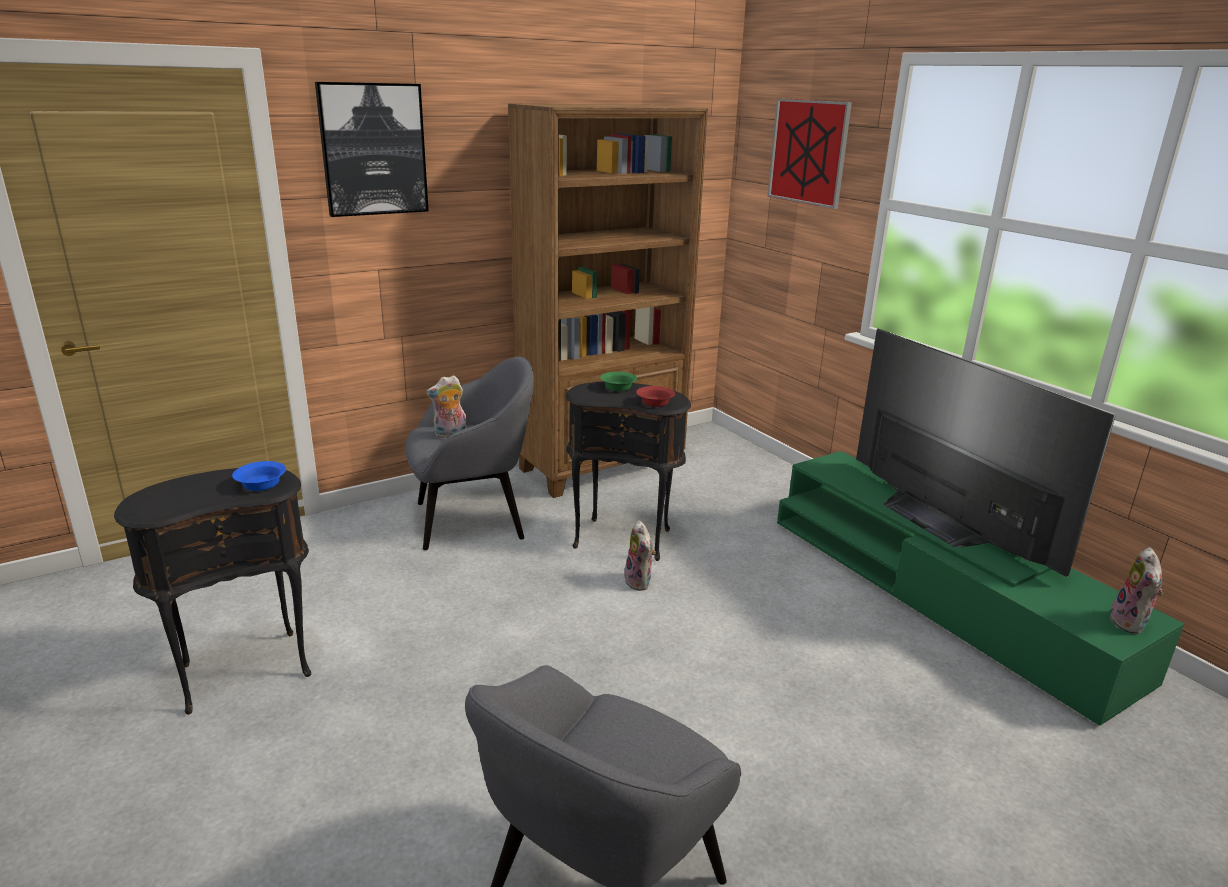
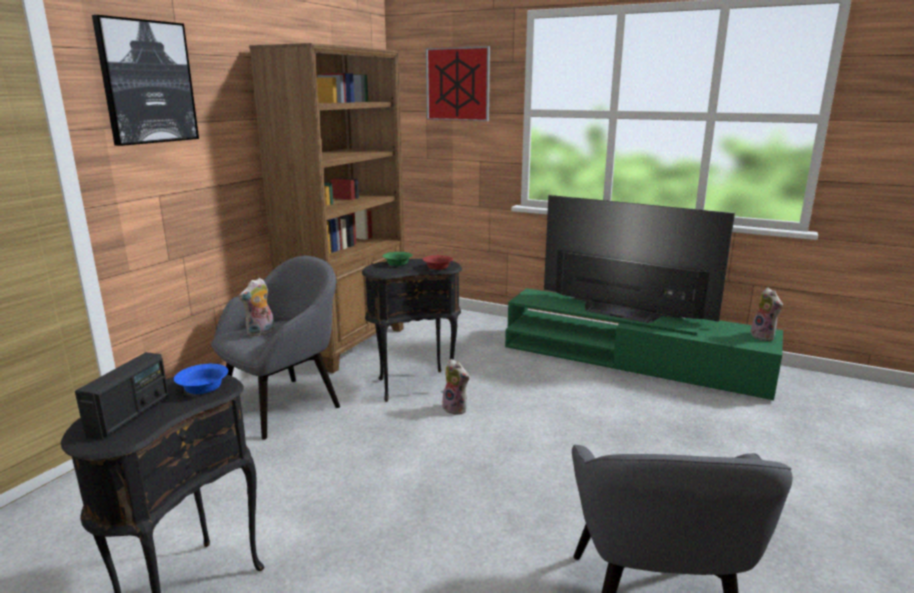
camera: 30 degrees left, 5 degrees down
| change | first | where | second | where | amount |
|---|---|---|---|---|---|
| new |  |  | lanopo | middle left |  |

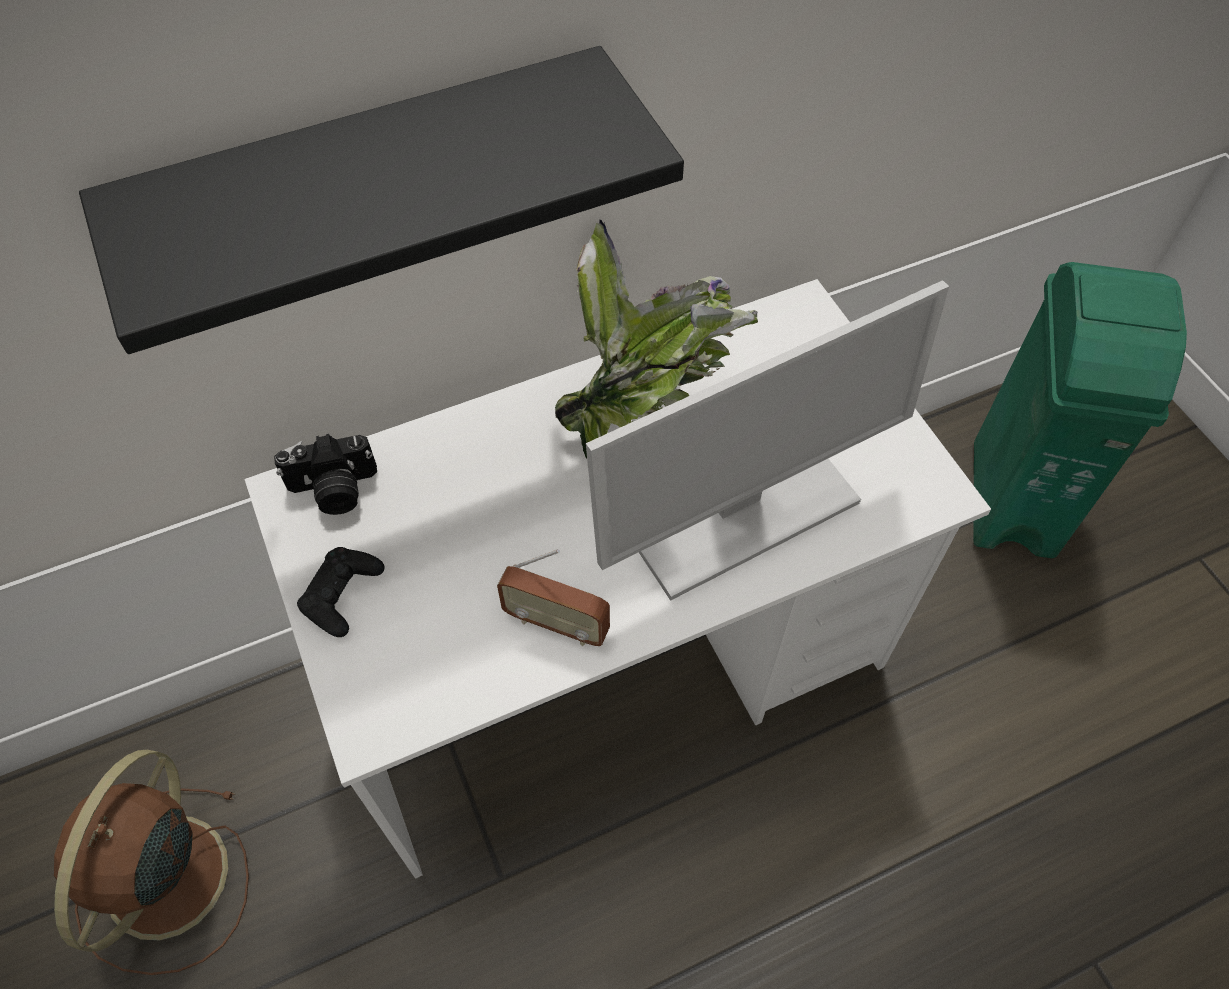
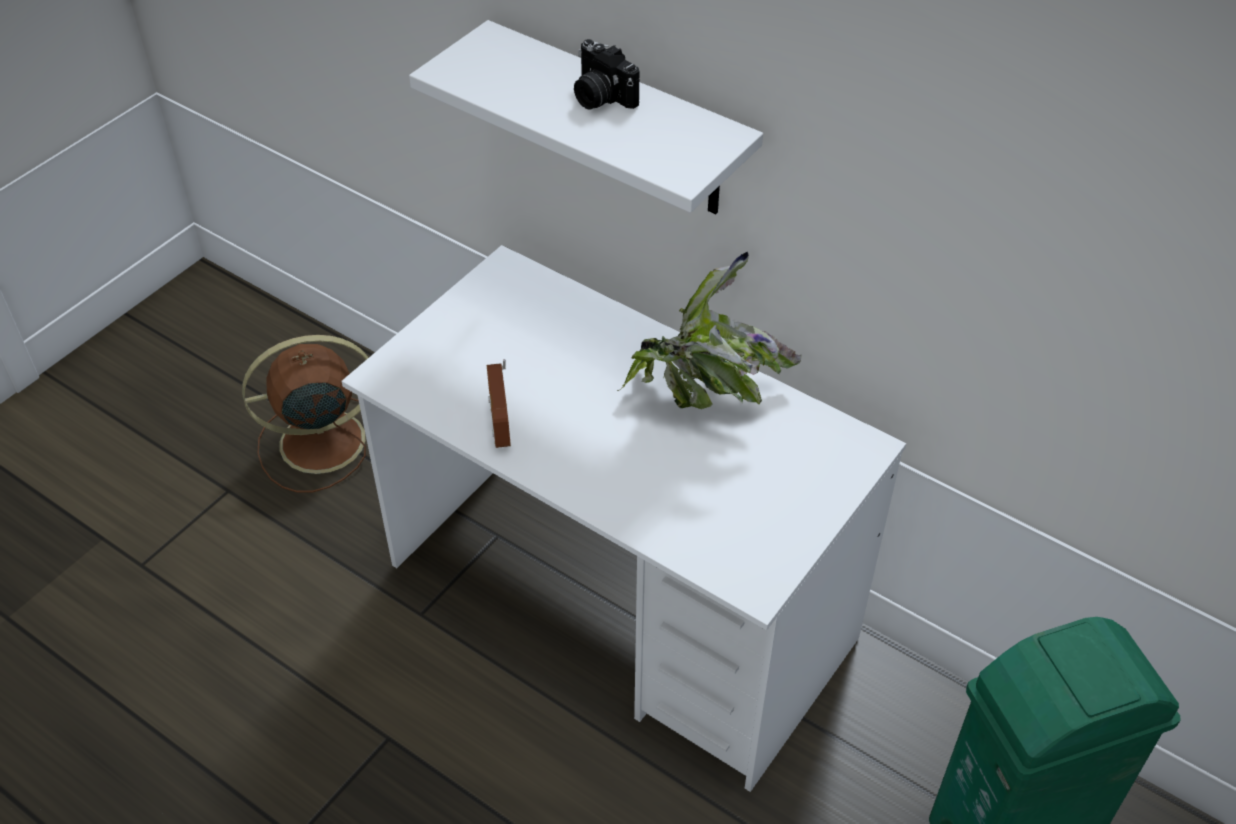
camera: 60 degrees right, 10 degrees down
| change | first | where | second | where | amount |
|---|---|---|---|---|---|
| repainted | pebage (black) | top left | pebage (white) | top centre |  |
| gone | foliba | centre |  |  |  |
| shifted | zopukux | middle left |  | top centre |  |
| gone | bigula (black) | middle left |  |  |  |

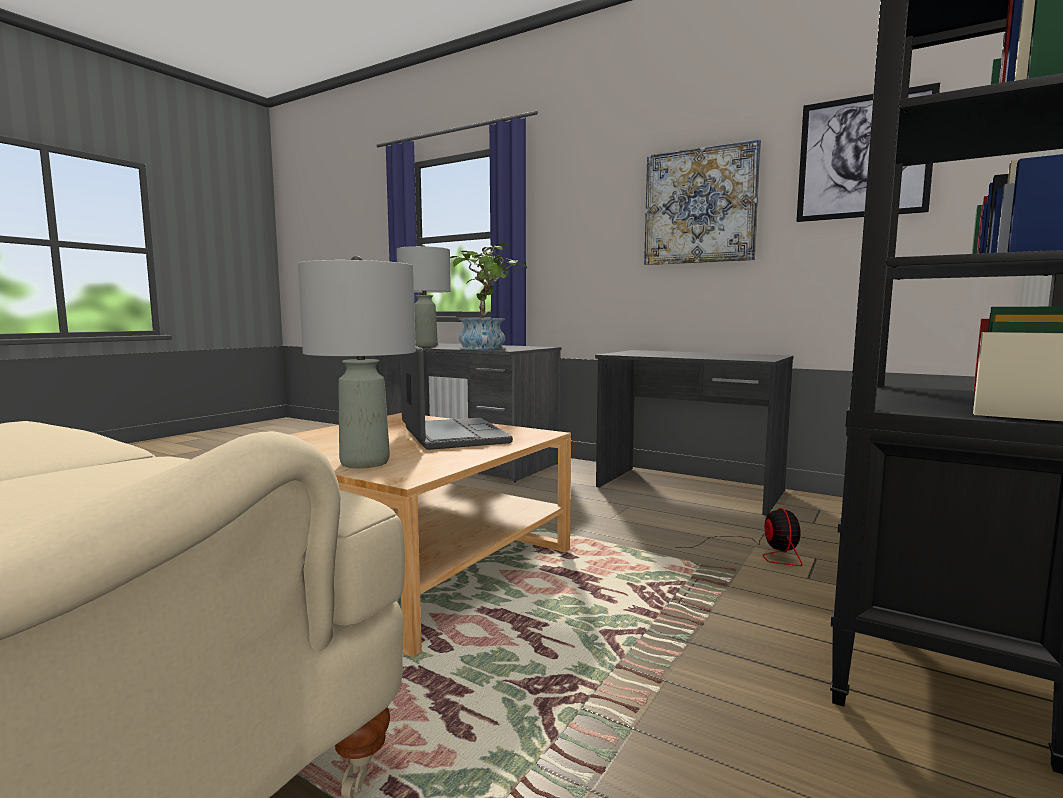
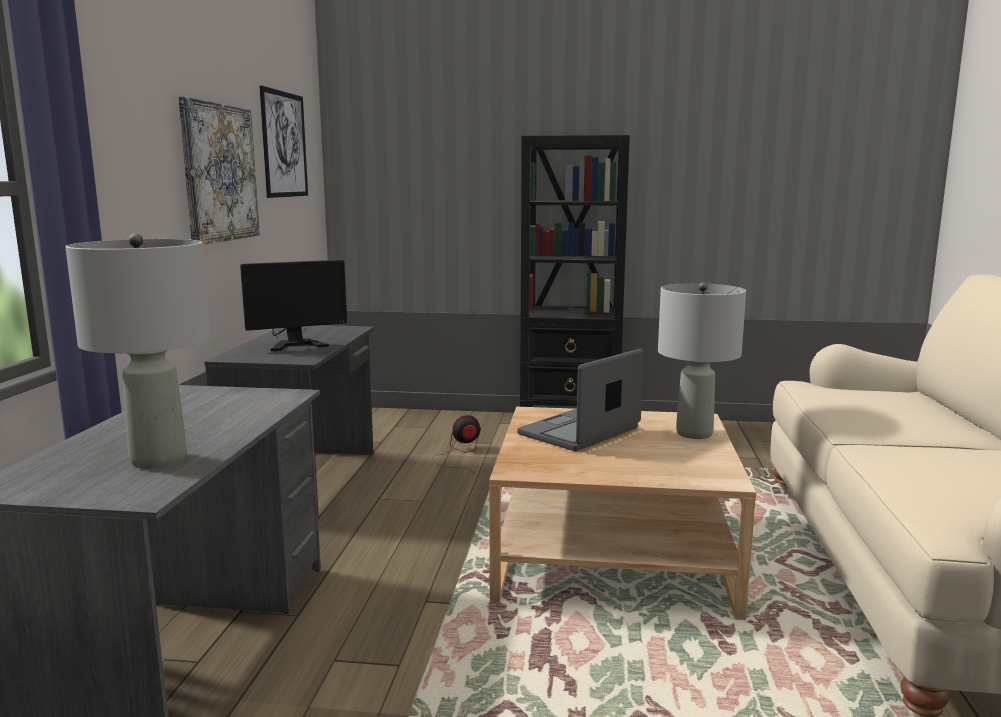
camera: 115 degrees left, 5 degrees up
| change | first | where | second | where | amount |
|---|---|---|---|---|---|
| gone | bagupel | centre |  |  |  |
| new |  |  | foliba | middle left |  |

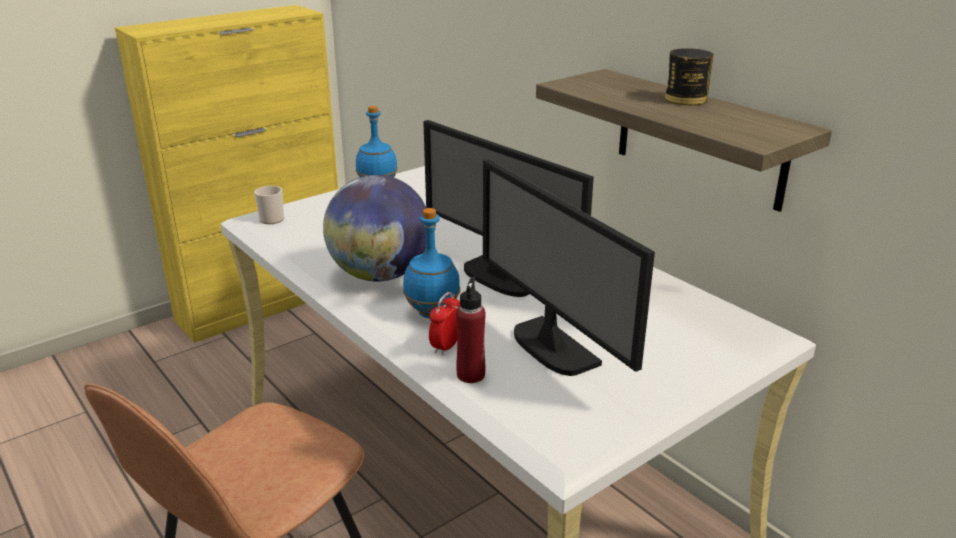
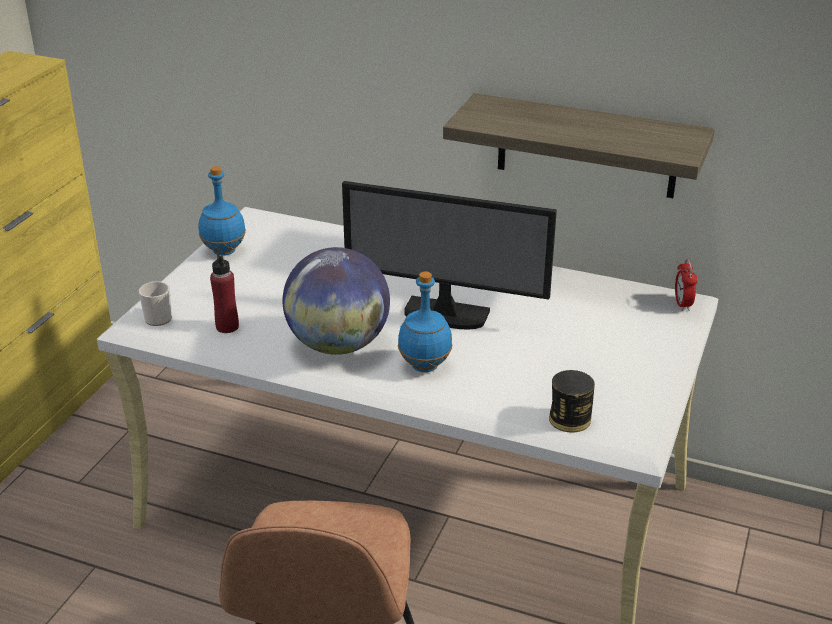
camera: 30 degrees left, 5 degrees up
| change | first | where | second | where | amount |
|---|---|---|---|---|---|
| shifted | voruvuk | top right |  | middle right |  |
| gone | foliba (no. 2 from left) | centre |  |  |  |
| shifted | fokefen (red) | centre |  | middle left |  |
| shifted | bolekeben | centre |  | middle right |  |

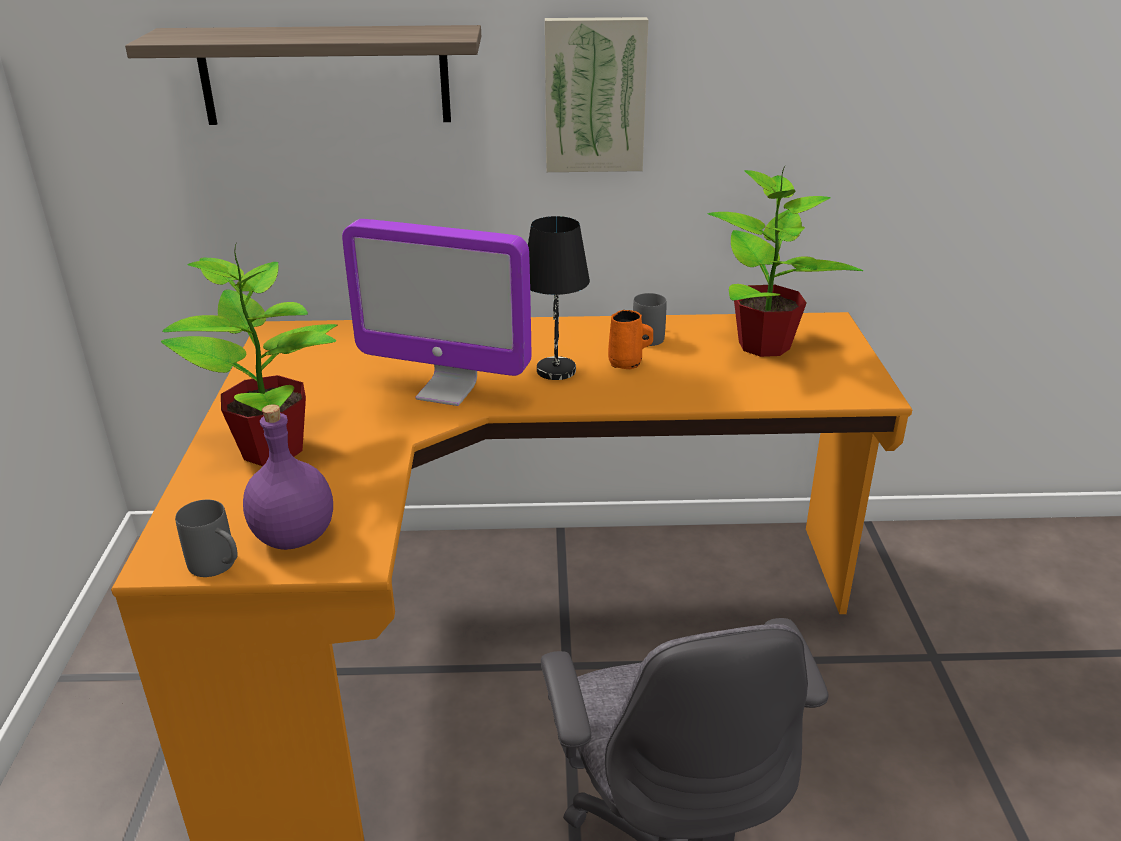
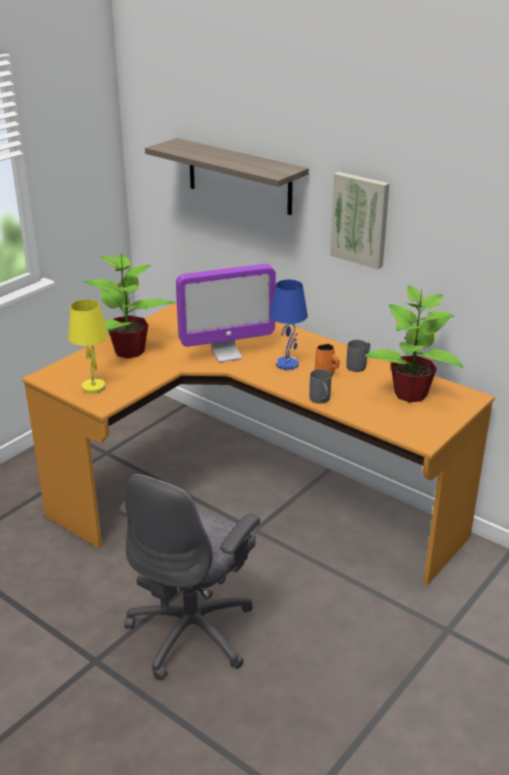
camera: 40 degrees right, 0 degrees up
| change | first | where | second | where | amount |
|---|---|---|---|---|---|
| repainted | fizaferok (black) | centre | fizaferok (blue) | centre |  |
| rotated | foliba | centre |  | centre | 75 degrees counterclockwise |
| swapped | fokefen (purple) | middle left | fizaferok (yellow) | middle left |  |
| shifted | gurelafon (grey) (no. 1 from left) | middle left |  | centre |  |

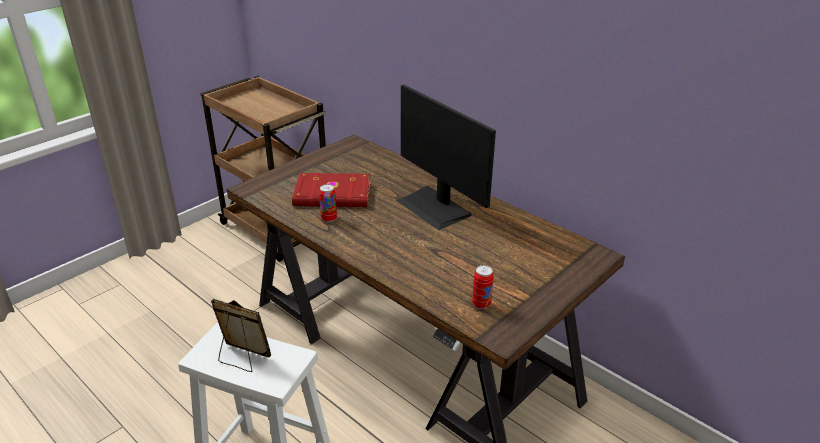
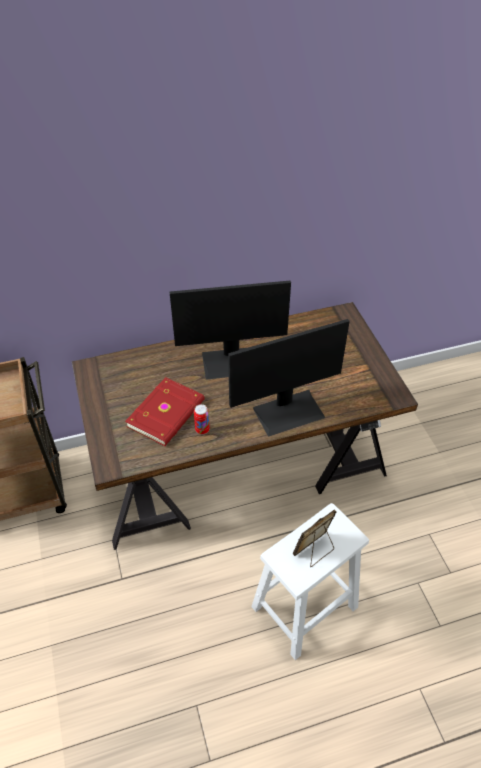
camera: 60 degrees left, 15 degrees up
| change | first | where | second | where | amount |
|---|---|---|---|---|---|
| gone | voruvuk (no. 2 from left) | centre |  |  |  |
| new |  |  | foliba (no. 2 from left) | centre |  |

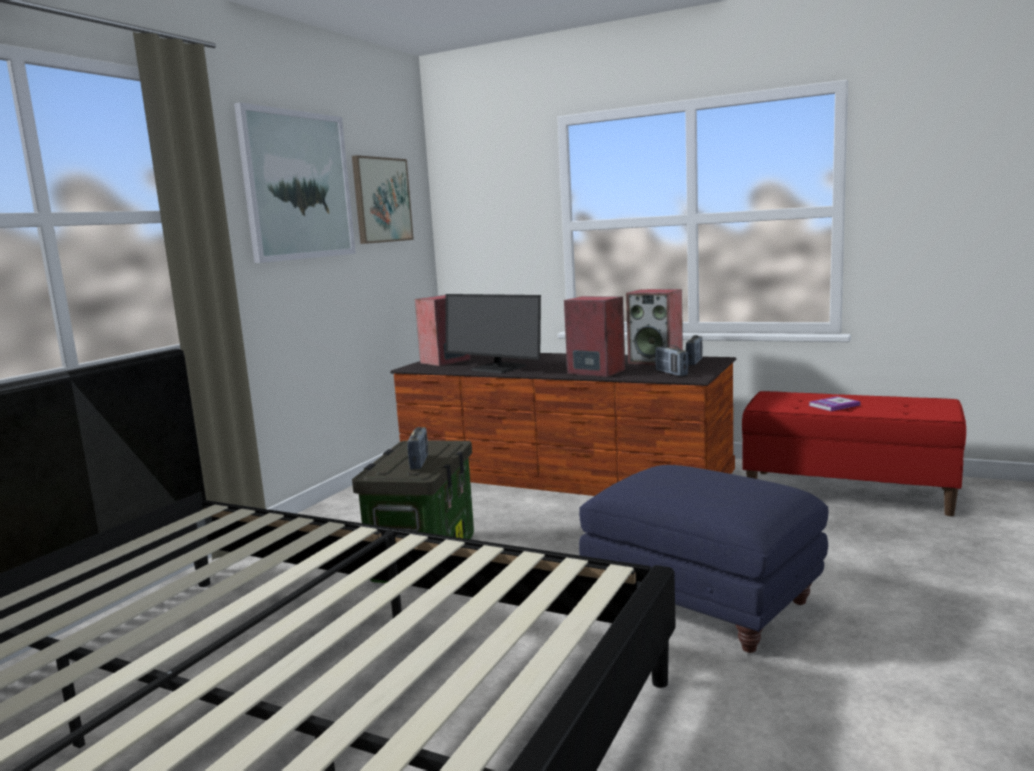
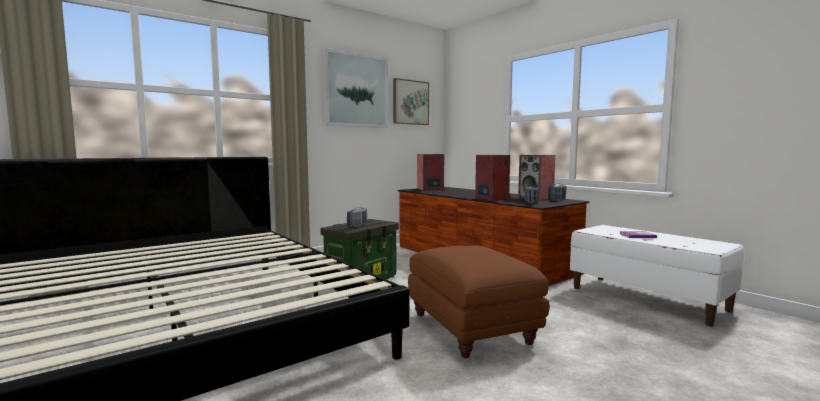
camera: 25 degrees right, 5 degrees down
| change | first | where | second | where | amount |
|---|---|---|---|---|---|
| gone | foliba | centre |  |  |  |
| repainted | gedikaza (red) | middle right | gedikaza (white) | bottom right |  |
| repainted | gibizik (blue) | bottom right | gibizik (brown) | bottom centre |  |

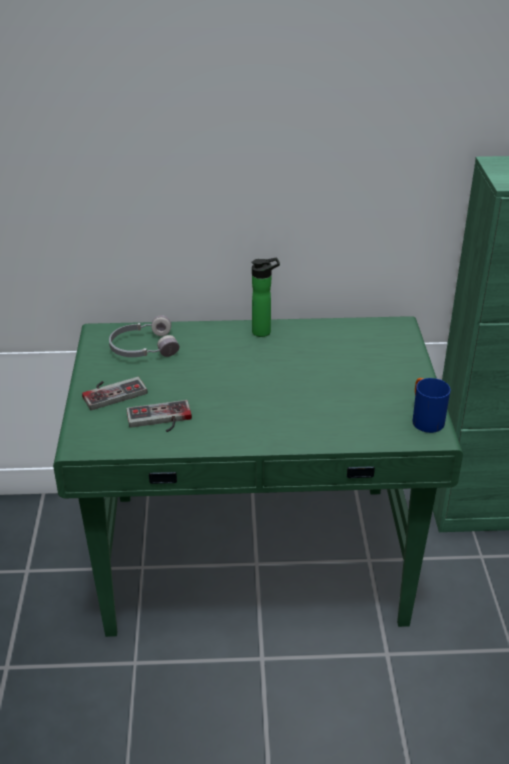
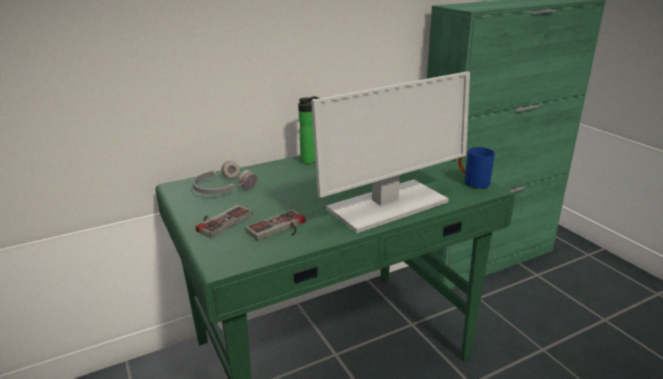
camera: 25 degrees left, 10 degrees down
| change | first | where | second | where | amount |
|---|---|---|---|---|---|
| new |  |  | foliba | centre |  |

